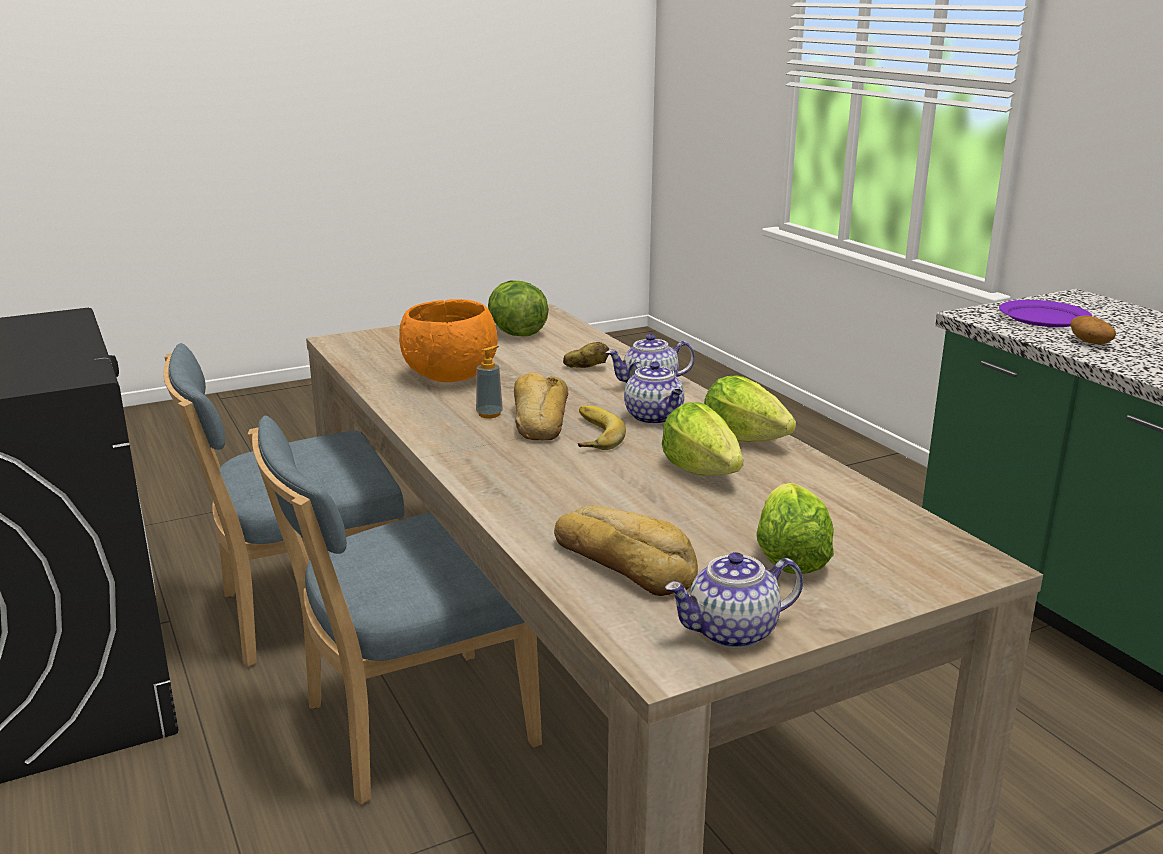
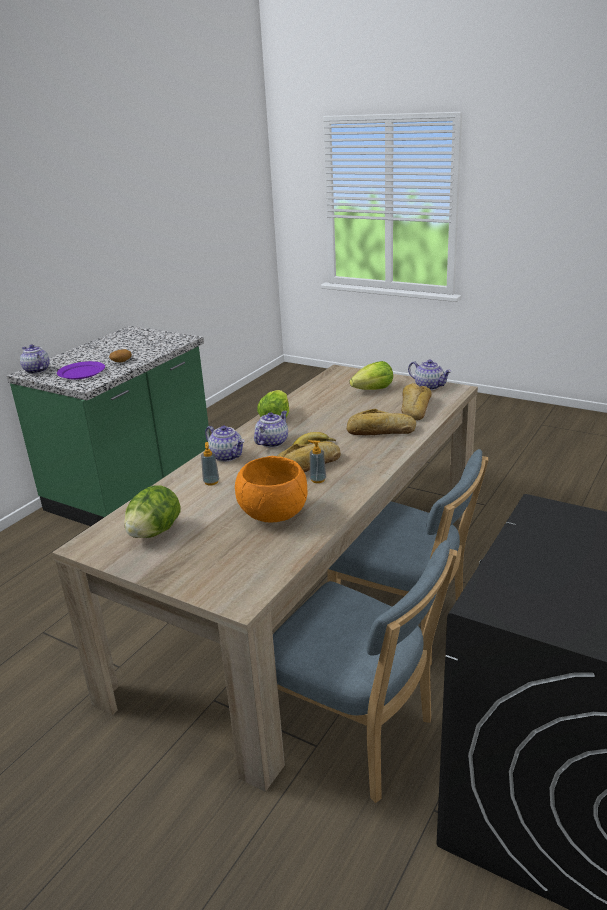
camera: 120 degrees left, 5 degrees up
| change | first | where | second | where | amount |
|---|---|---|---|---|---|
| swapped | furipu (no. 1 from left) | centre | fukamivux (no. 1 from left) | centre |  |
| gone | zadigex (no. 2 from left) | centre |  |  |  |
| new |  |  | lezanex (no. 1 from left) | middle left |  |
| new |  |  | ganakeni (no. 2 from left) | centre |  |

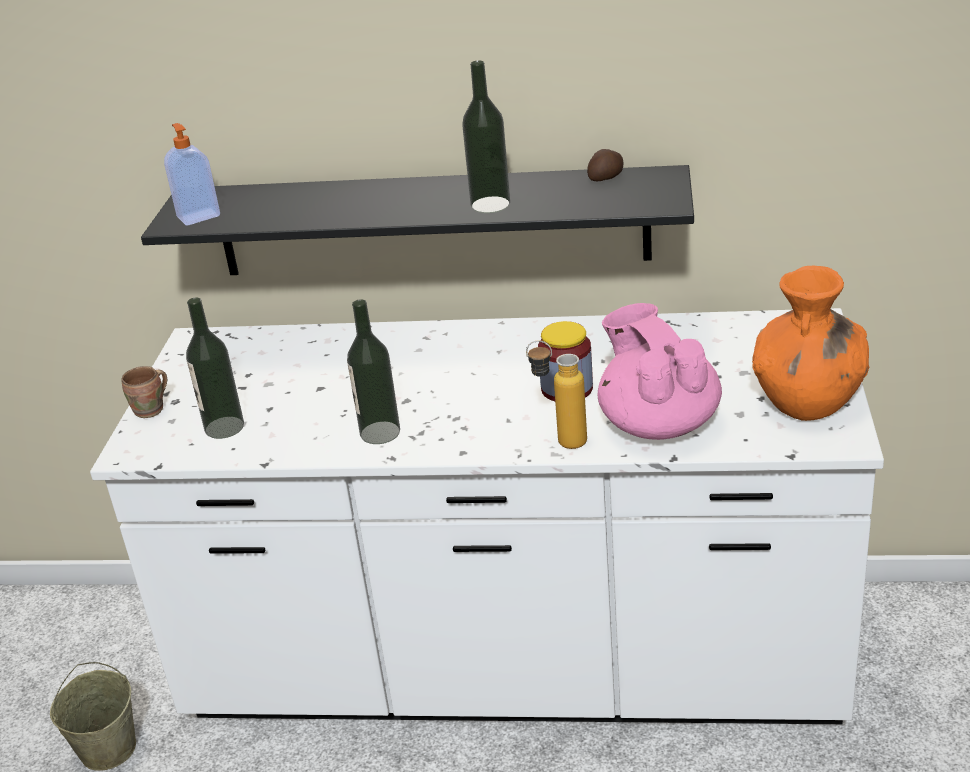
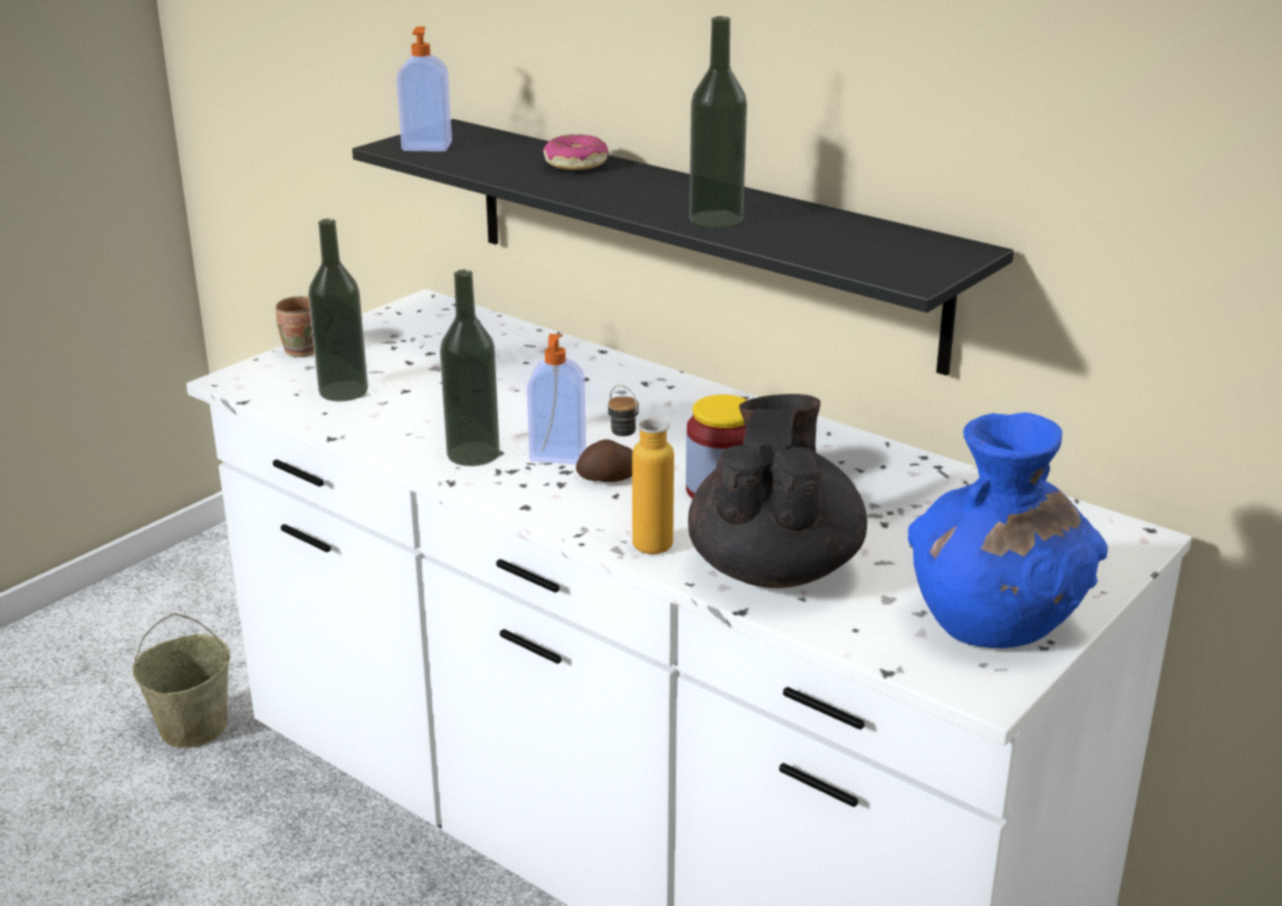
camera: 30 degrees right, 5 degrees down
| change | first | where | second | where | amount |
|---|---|---|---|---|---|
| shifted | furipu | top centre |  | centre |  |
| repainted | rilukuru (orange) | middle right | rilukuru (blue) | middle right |  |
| repainted | lezanex (pink) | middle right | lezanex (black) | centre |  |
| new |  |  | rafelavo | top centre |  |
| new |  |  | fukamivux (no. 2 from left) | centre |  |

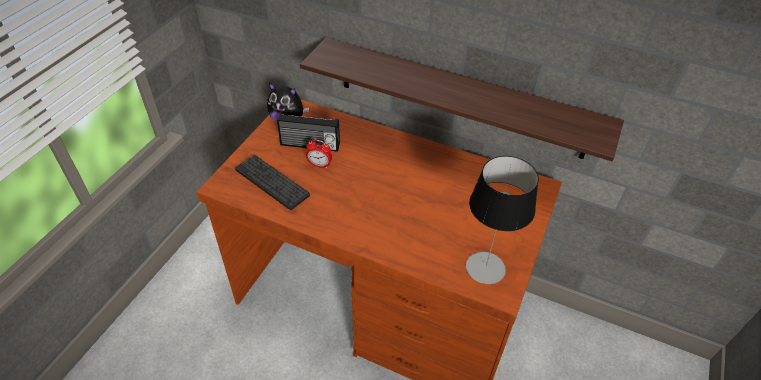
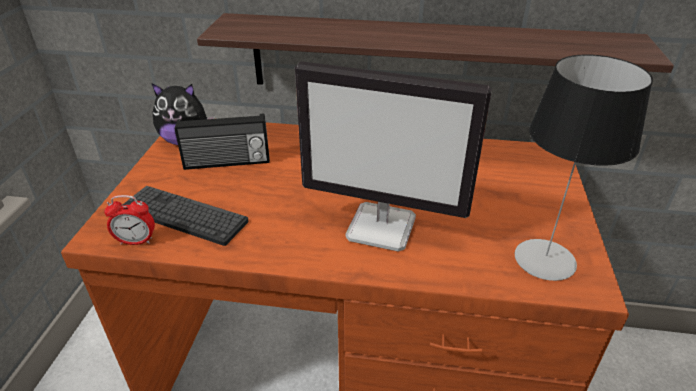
camera: 15 degrees left, 10 degrees down
| change | first | where | second | where | amount |
|---|---|---|---|---|---|
| shifted | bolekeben | centre |  | middle left |  |
| new |  |  | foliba | centre |  |

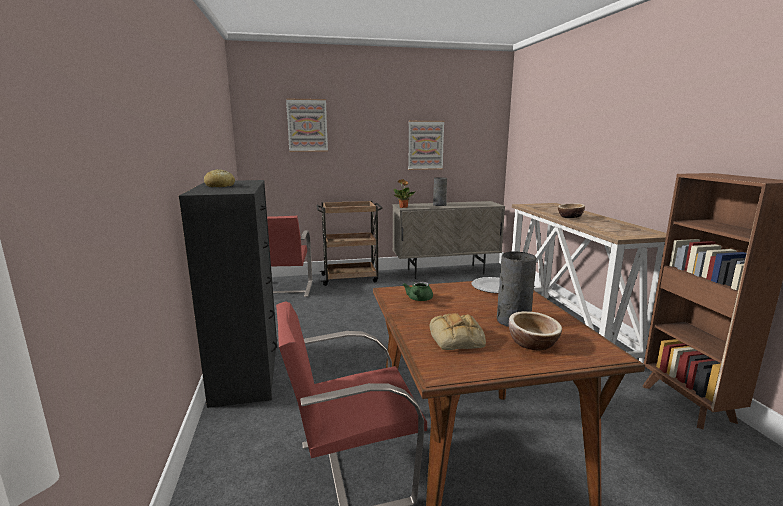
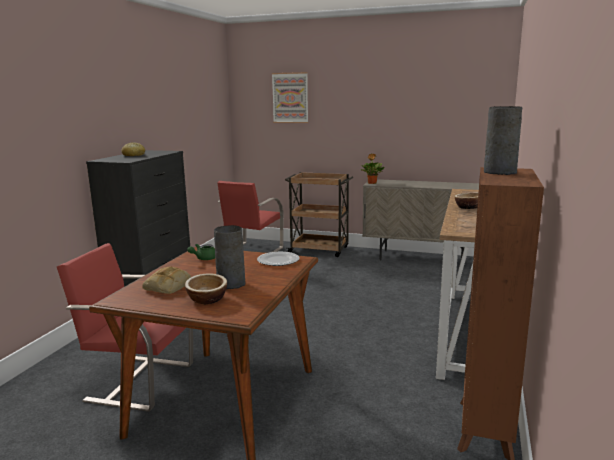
camera: 30 degrees right, 0 degrees up
| change | first | where | second | where | amount |
|---|---|---|---|---|---|
| gone | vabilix (no. 2 from left) | top centre |  |  |  |
| shifted | rilukuru (grey) (no. 1 from left in the first image) | centre | rilukuru (grey) (no. 2 from left) | top right |  |

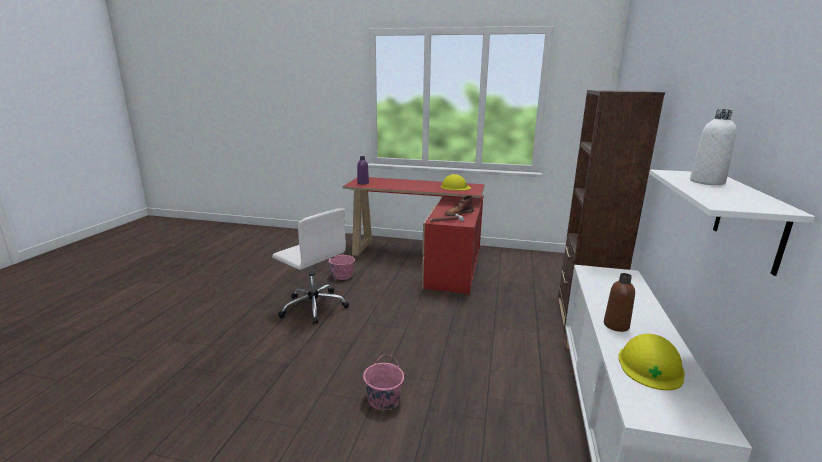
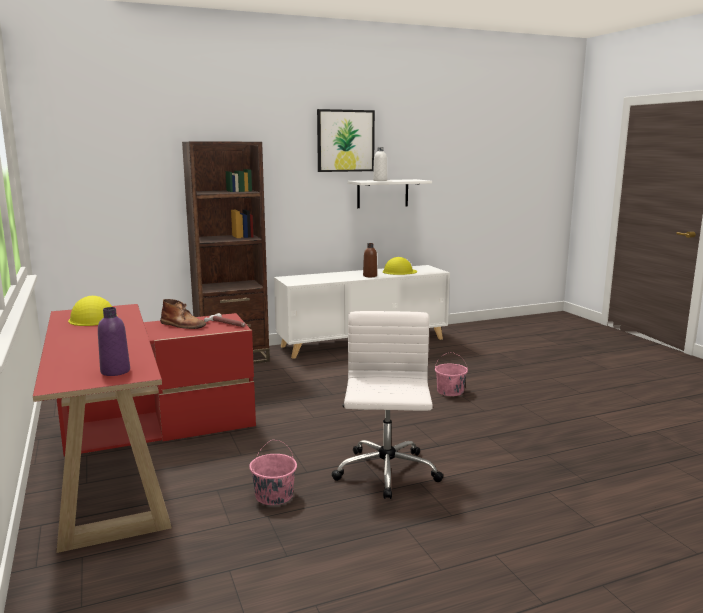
camera: 125 degrees left, 5 degrees down
| change | first | where | second | where | amount |
|---|---|---|---|---|---|
| new |  |  | vabilix | top centre |  |

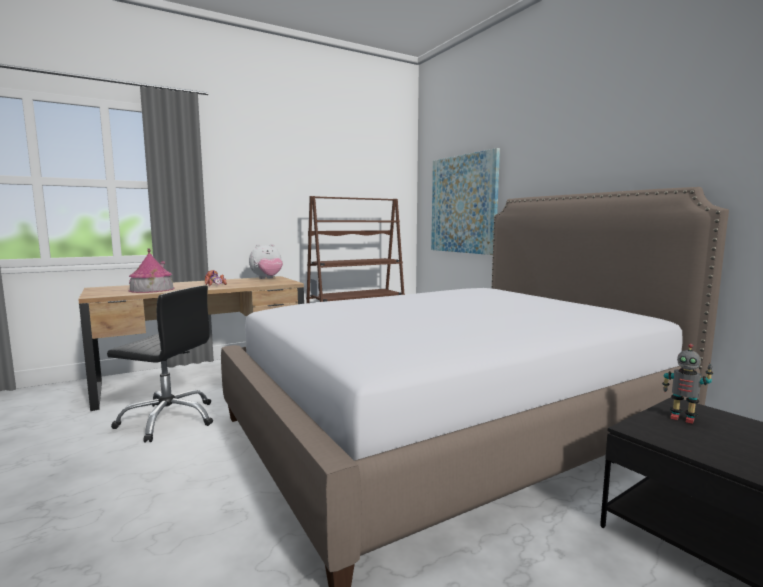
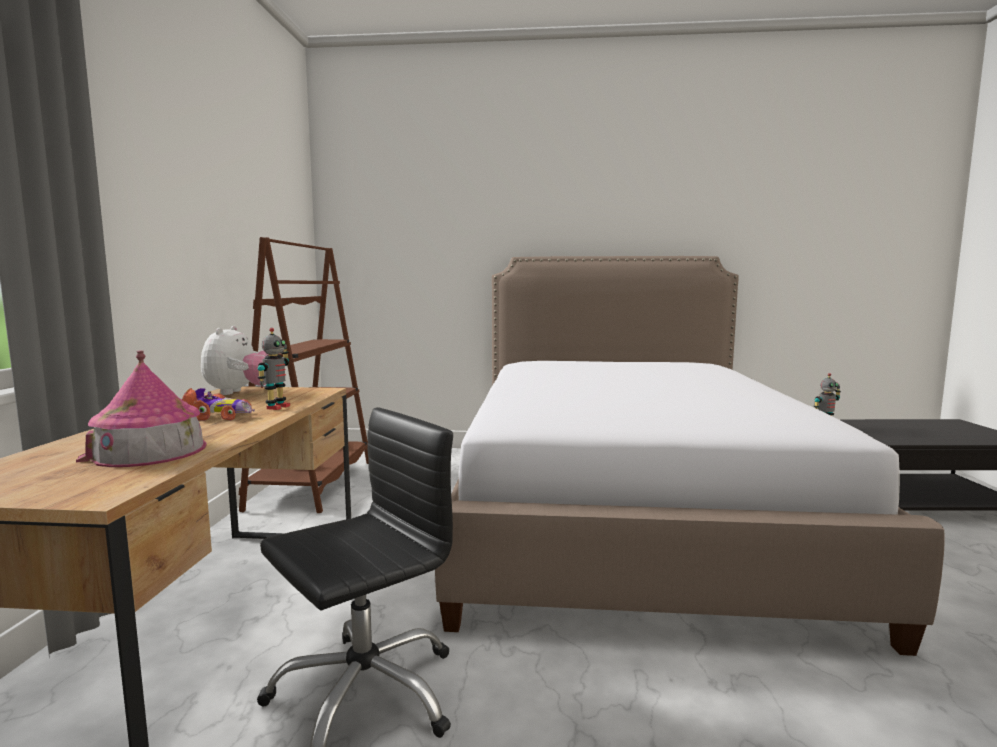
camera: 55 degrees left, 0 degrees up
| change | first | where | second | where | amount |
|---|---|---|---|---|---|
| gone | vabilix | centre |  |  |  |
| new |  |  | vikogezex (no. 1 from left) | middle left |  |

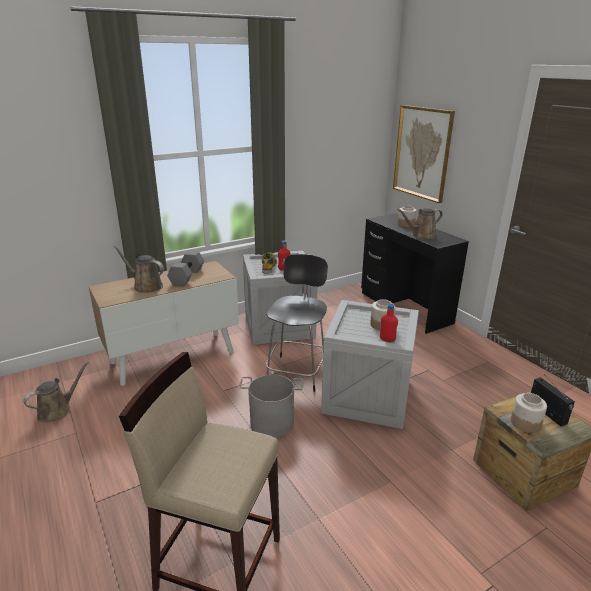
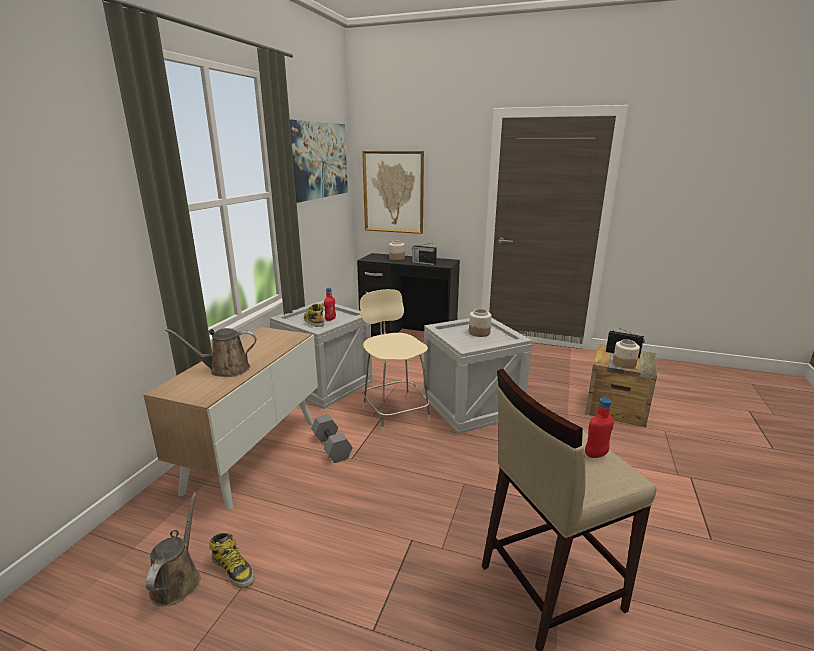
camera: 40 degrees left, 5 degrees down
| change | first | where | second | where | amount |
|---|---|---|---|---|---|
| swapped | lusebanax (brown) (no. 3 from left) | middle right | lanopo (no. 1 from left) | centre |  |
| shifted | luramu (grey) | middle left |  | bottom centre |  |
| repainted | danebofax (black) | centre | danebofax (beige) (no. 1 from left) | centre |  |
| shifted | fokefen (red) (no. 2 from left) | centre |  | middle right |  |
| gone | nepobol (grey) | bottom centre |  |  |  |
| new |  |  | vabilix (no. 1 from left) | top centre |  |
| new |  |  | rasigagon (no. 1 from left) | bottom left |  |

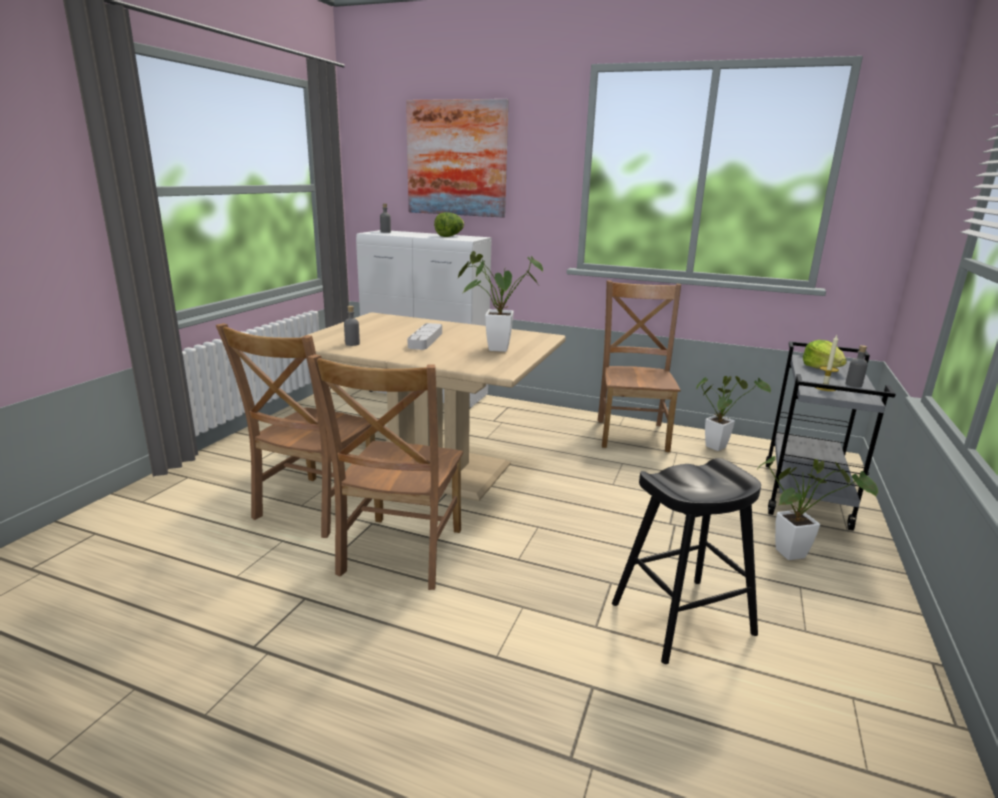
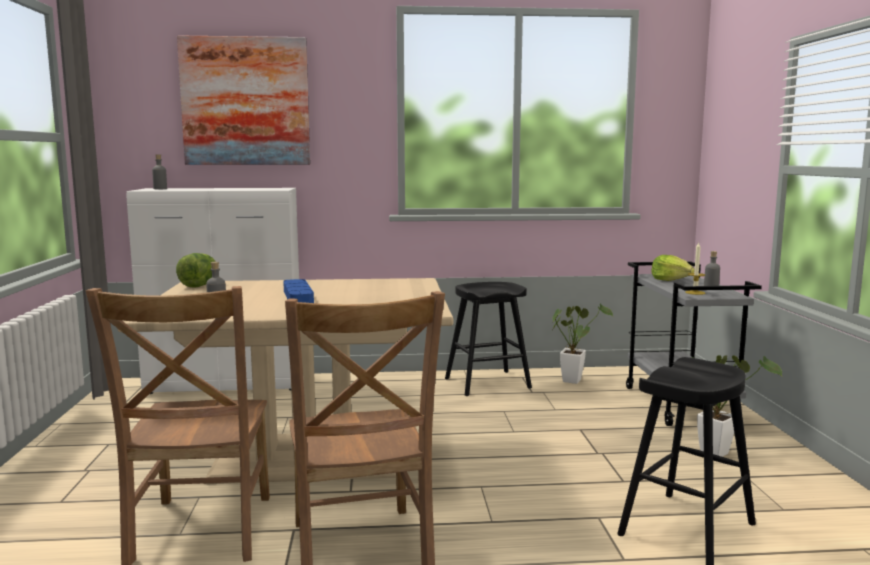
camera: 25 degrees left, 10 degrees down
| change | first | where | second | where | amount |
|---|---|---|---|---|---|
| shifted | zadigex (no. 1 from left) | top centre |  | middle left |  |
| gone | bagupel (no. 1 from left) | centre |  |  |  |
| swapped | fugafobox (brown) (no. 3 from left) | centre | danebofax (black) (no. 1 from left) | centre |  |
| repainted | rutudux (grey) | centre | rutudux (blue) | centre |  |

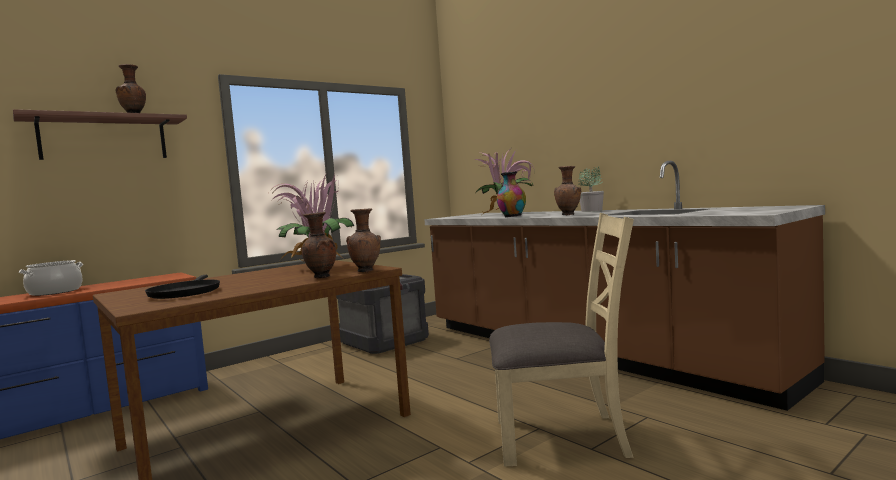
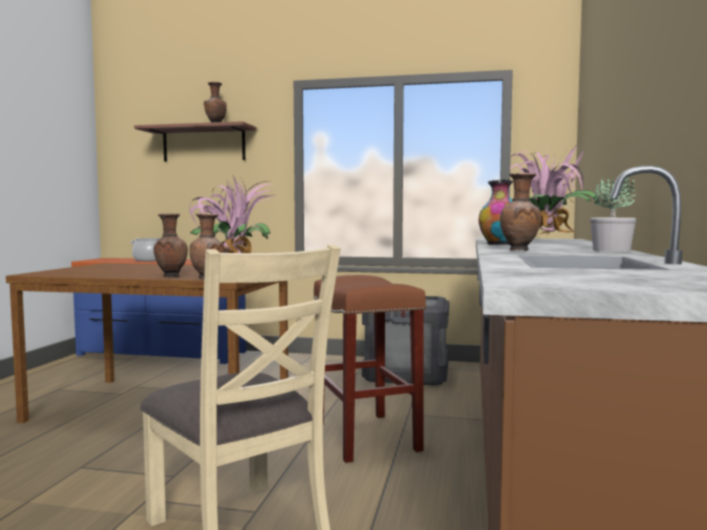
camera: 50 degrees right, 0 degrees up
| change | first | where | second | where | amount |
|---|---|---|---|---|---|
| gone | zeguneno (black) | middle left |  |  |  |
| new |  |  | danebofax (brown) | bottom centre |  |

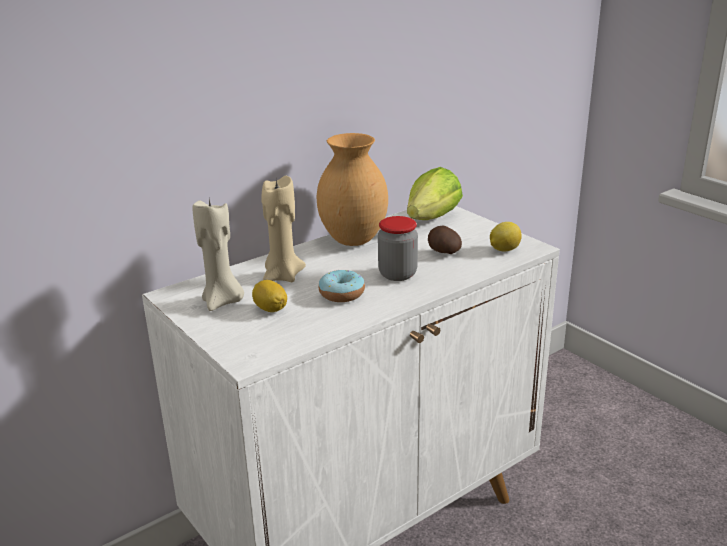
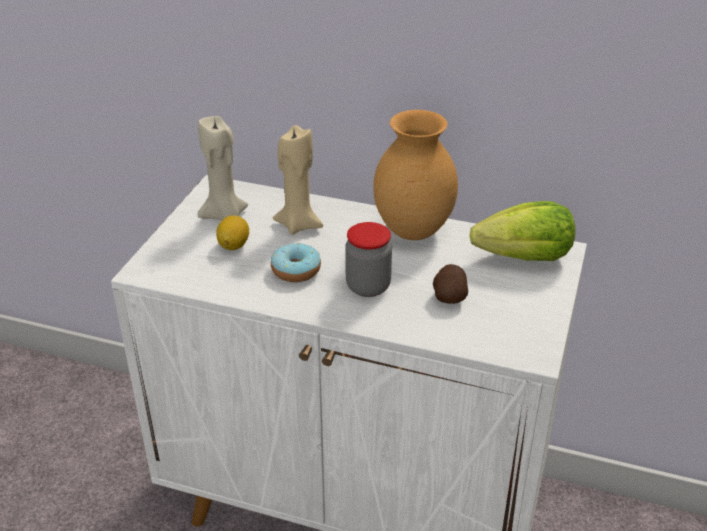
camera: 55 degrees right, 10 degrees up
| change | first | where | second | where | amount |
|---|---|---|---|---|---|
| gone | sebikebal (no. 2 from left) | middle right |  |  |  |

